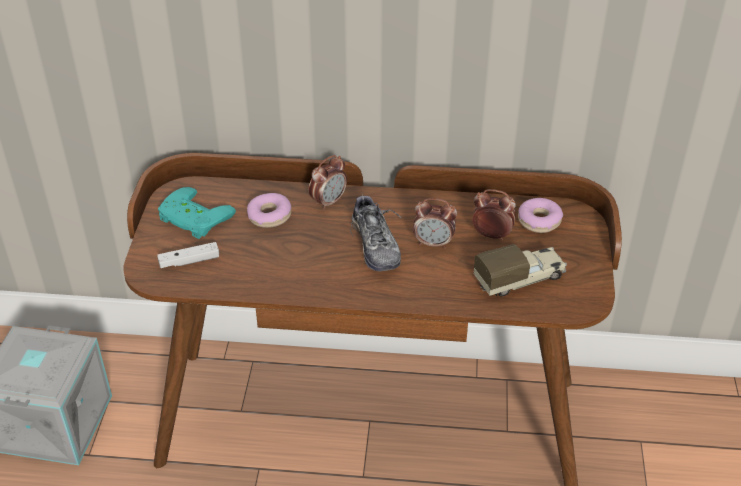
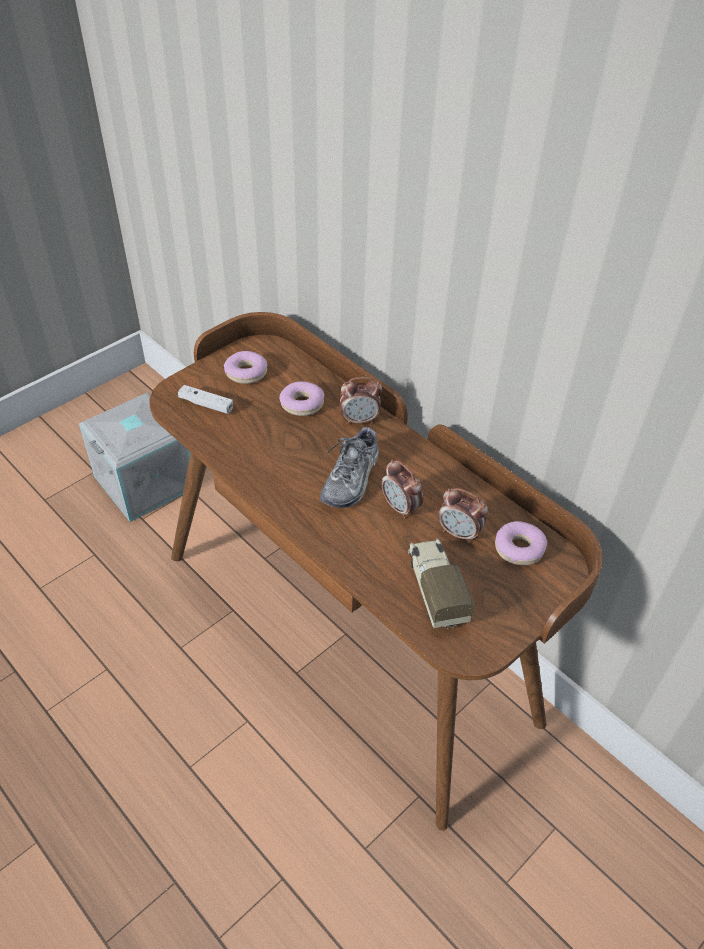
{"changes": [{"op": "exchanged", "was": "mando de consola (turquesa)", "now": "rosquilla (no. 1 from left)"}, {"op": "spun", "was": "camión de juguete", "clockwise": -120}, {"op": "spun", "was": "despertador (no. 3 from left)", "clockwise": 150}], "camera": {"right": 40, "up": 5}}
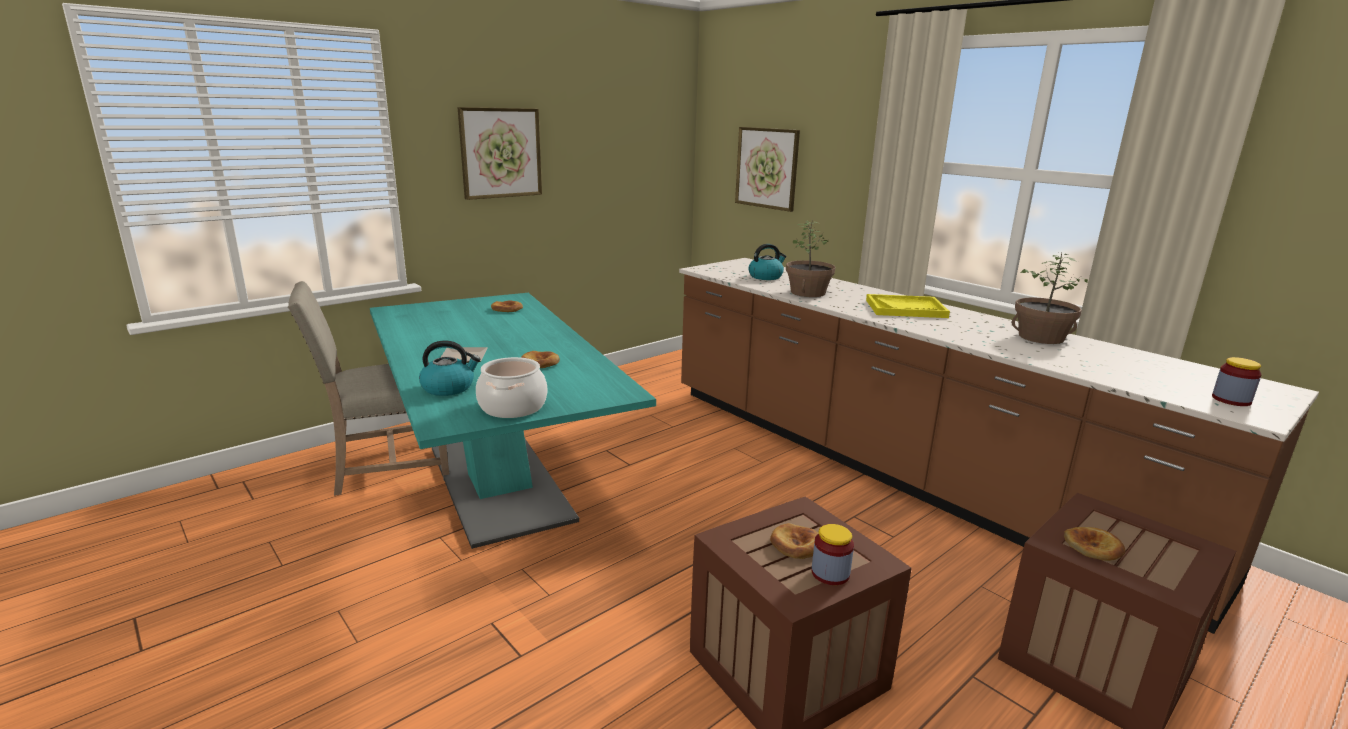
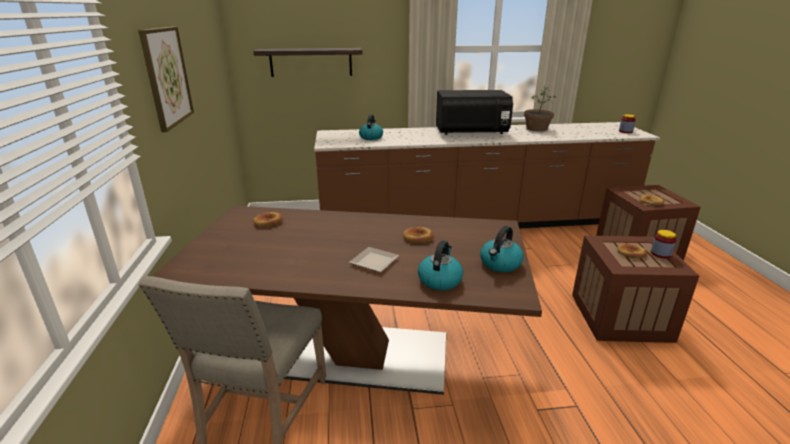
{"changes": [{"op": "colour", "was": "mesa de comedor (turquesa)", "now": "mesa de comedor (marrón)"}, {"op": "exchanged", "was": "cuadro (no. 2 from left)", "now": "estante"}, {"op": "exchanged", "was": "bandeja (amarillo)", "now": "microondas (negro)"}, {"op": "exchanged", "was": "olla", "now": "hervidor (no. 3 from left)"}, {"op": "missing", "was": "planta en maceta (no. 1 from left)"}], "camera": {"right": -55, "up": 5}}
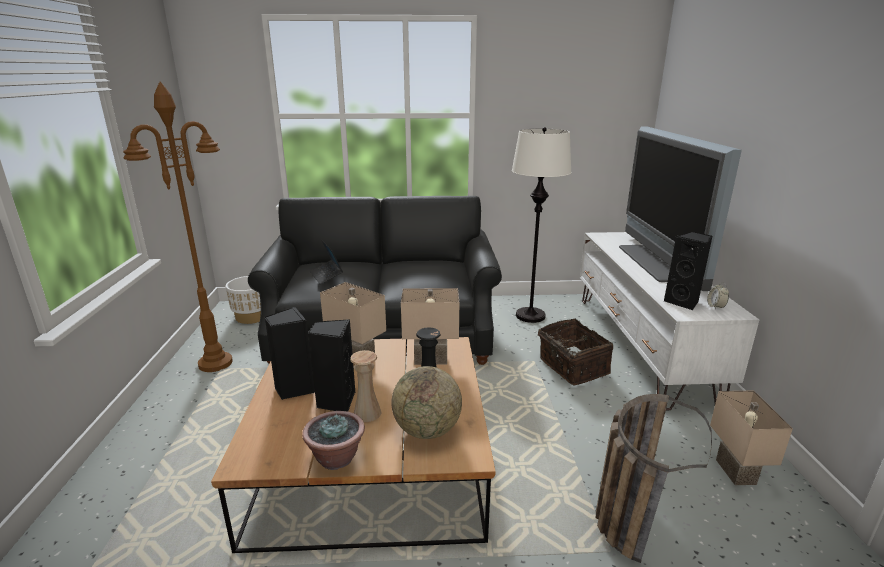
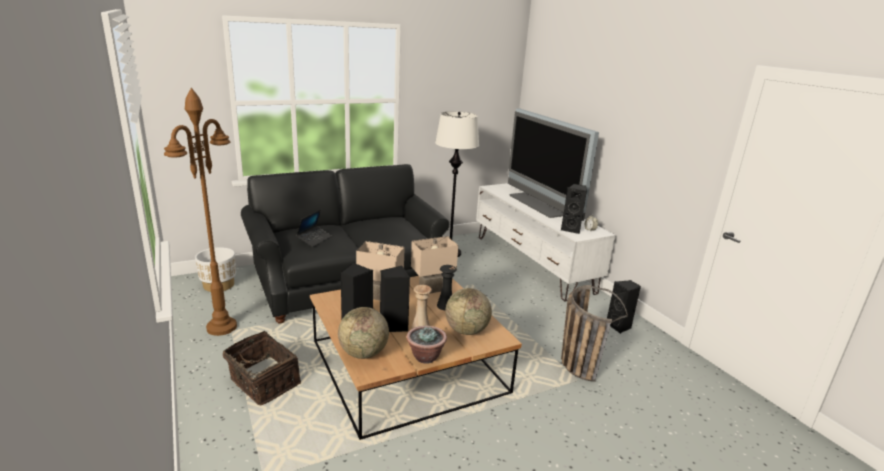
{"changes": [{"op": "relocated", "was": "cesta (no. 1 from left)"}, {"op": "spun", "was": "portátil", "clockwise": -105}, {"op": "appeared", "now": "globo terráqueo (no. 1 from left)"}, {"op": "exchanged", "was": "lámpara de mesa (beis) (no. 3 from left)", "now": "altavoz (negro) (no. 4 from left)"}], "camera": {"right": -25, "up": 0}}
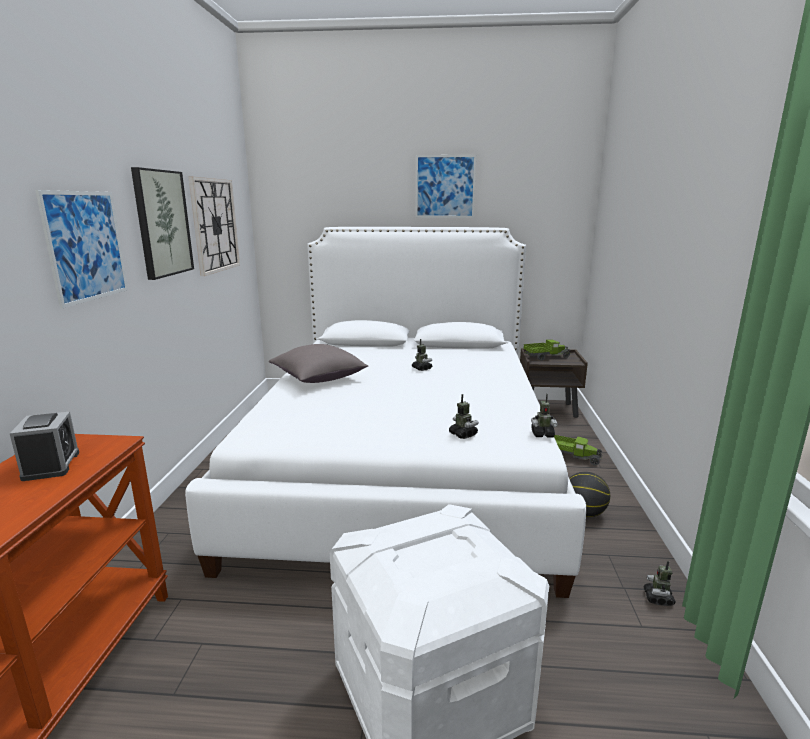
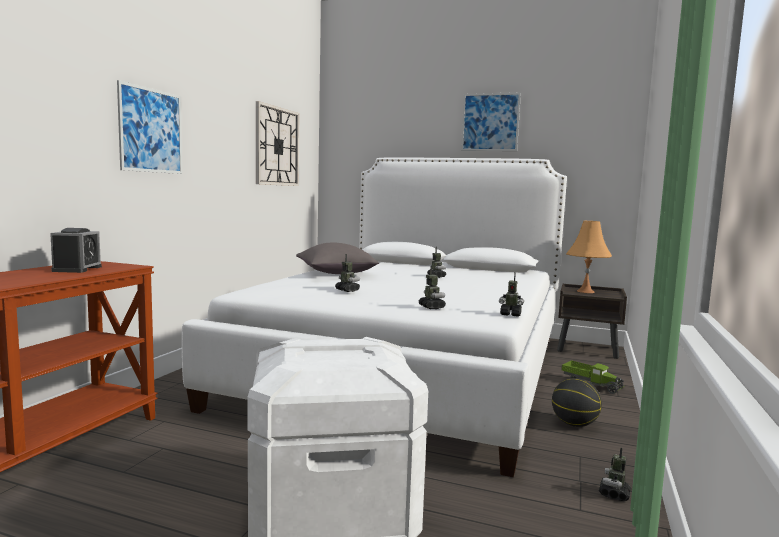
{"changes": [{"op": "appeared", "now": "robot de juguete (no. 1 from left)"}, {"op": "exchanged", "was": "camión de juguete (no. 1 from left)", "now": "lámpara de mesa (naranja)"}, {"op": "missing", "was": "cuadro (no. 2 from left)"}], "camera": {"right": 15, "up": -10}}
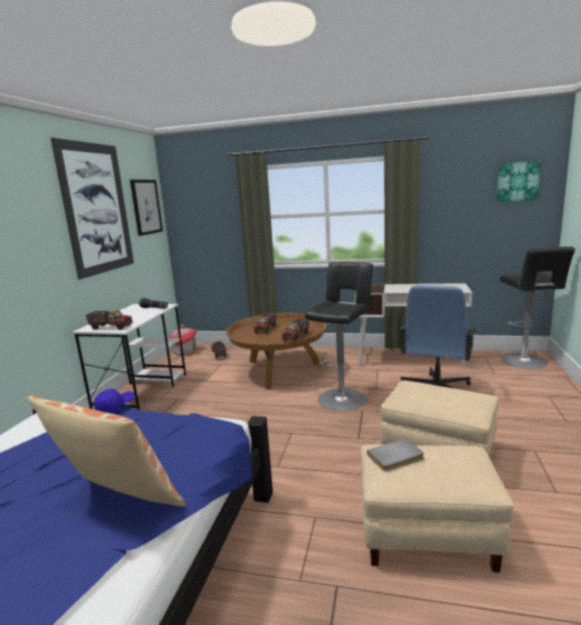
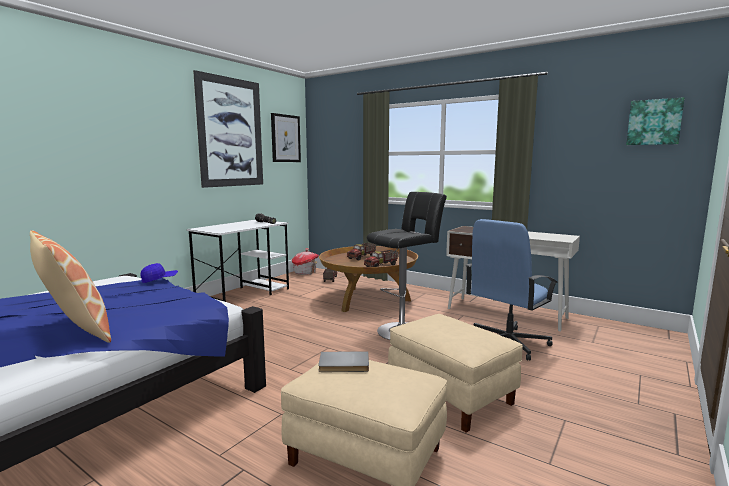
{"changes": [{"op": "missing", "was": "camión de juguete (no. 1 from left)"}, {"op": "missing", "was": "taburete (negro) (no. 2 from left)"}], "camera": {"right": 20, "up": -5}}
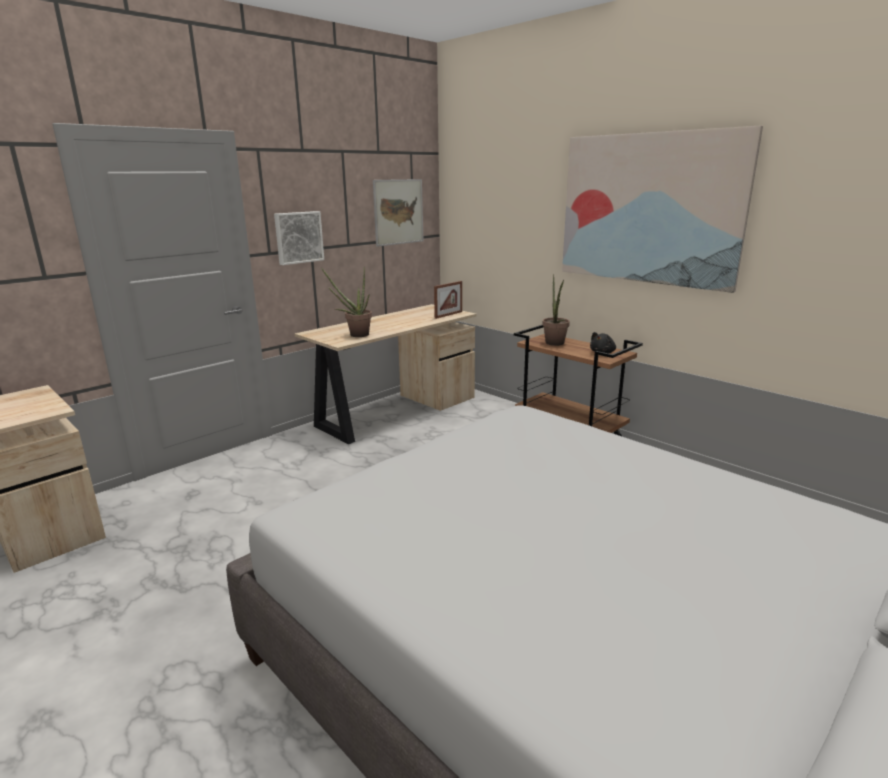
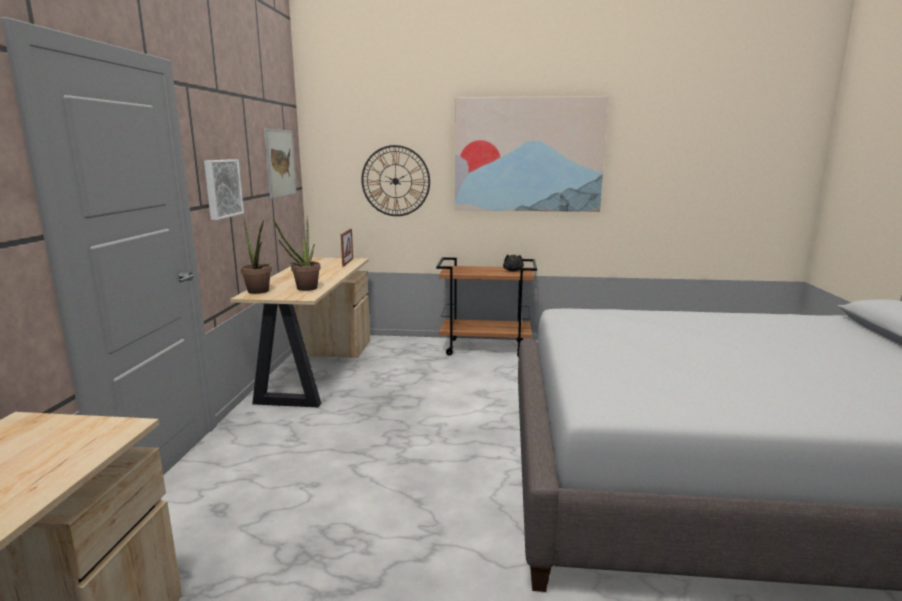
{"changes": [{"op": "relocated", "was": "planta en maceta (no. 2 from left in the first image)", "now": "planta en maceta (no. 1 from left)"}, {"op": "appeared", "now": "reloj de pared"}], "camera": {"right": -40, "up": -5}}
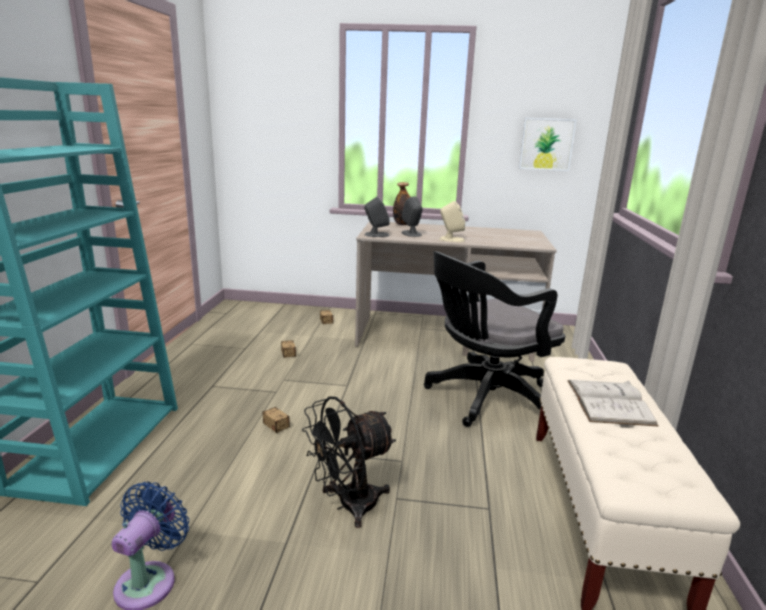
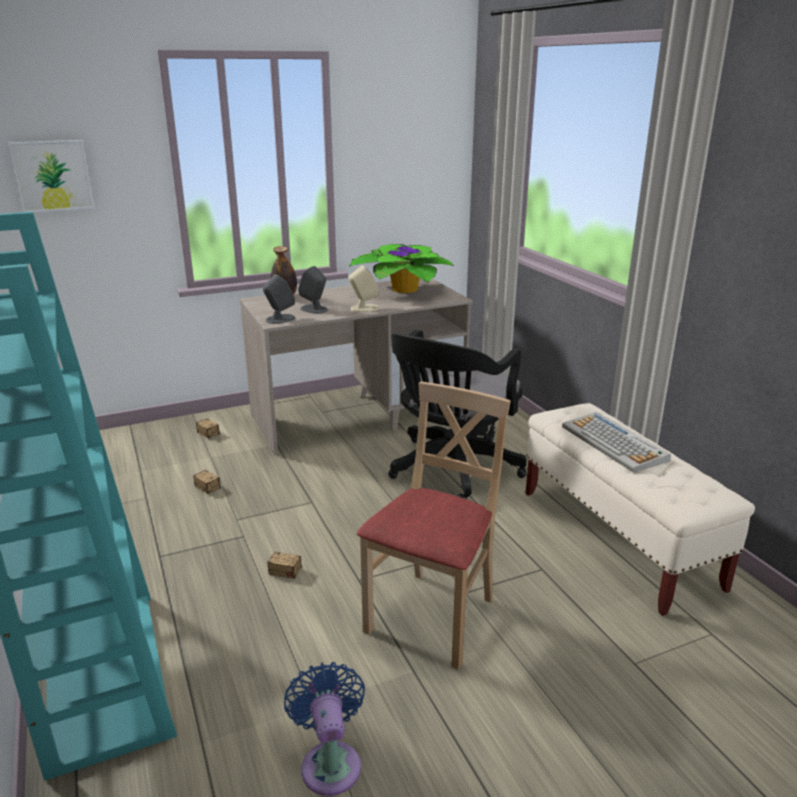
{"changes": [{"op": "relocated", "was": "cuadro"}, {"op": "appeared", "now": "planta en maceta"}, {"op": "exchanged", "was": "ventilador (negro)", "now": "silla (beis)"}, {"op": "exchanged", "was": "libro (blanco)", "now": "teclado"}], "camera": {"right": -30, "up": 5}}
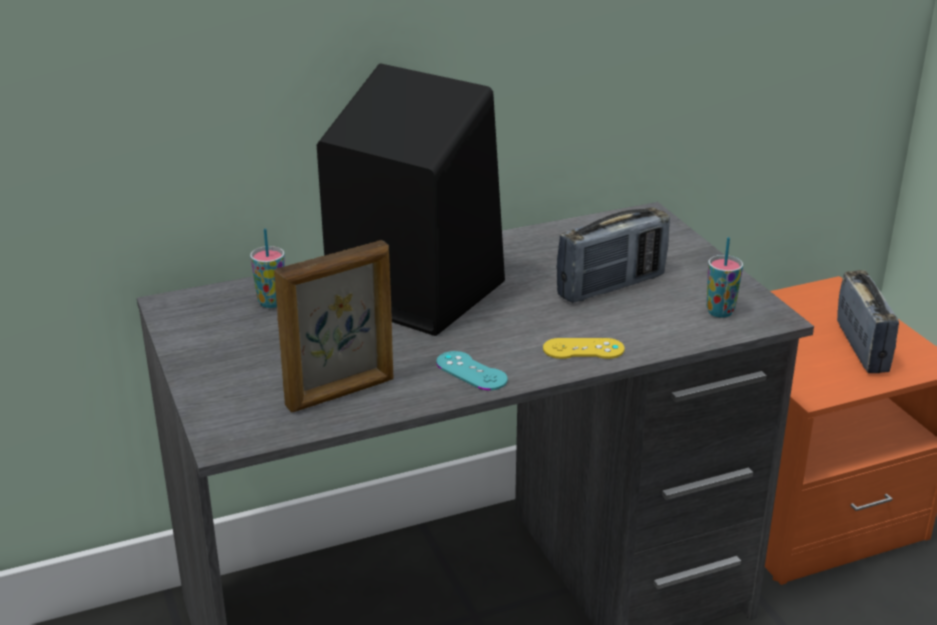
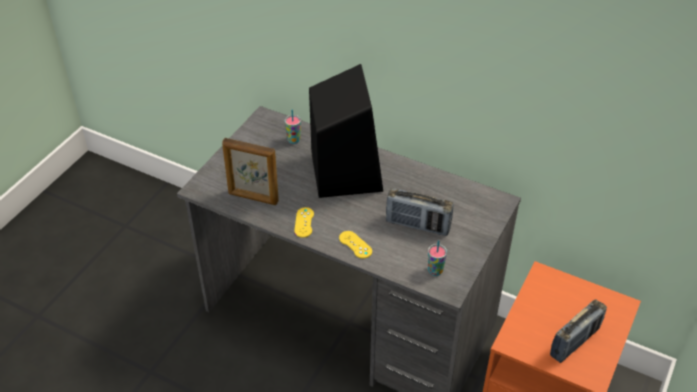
{"changes": [{"op": "colour", "was": "mando de consola (turquesa)", "now": "mando de consola (amarillo) (no. 1 from left)"}], "camera": {"right": 50, "up": 15}}
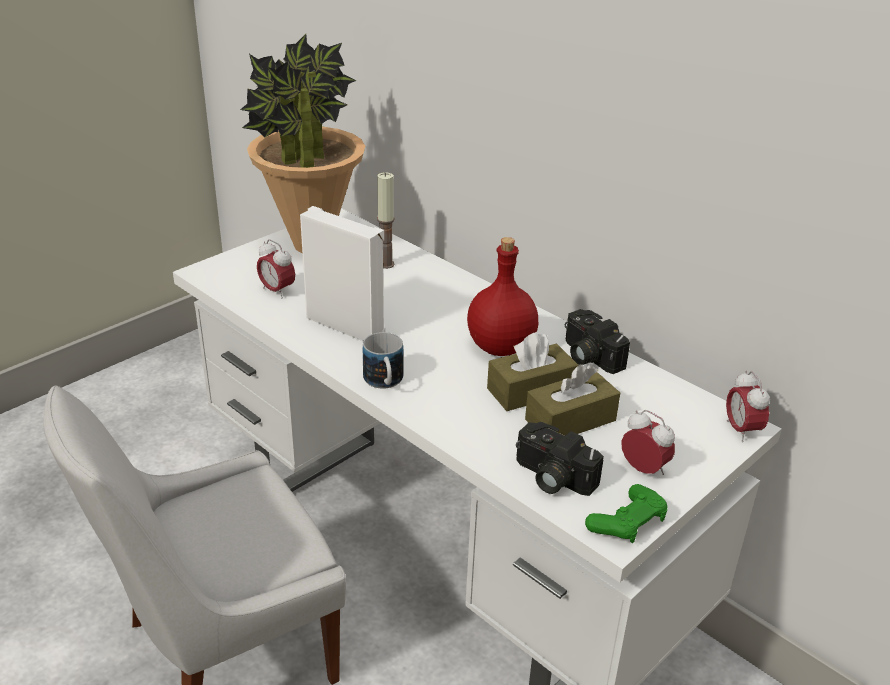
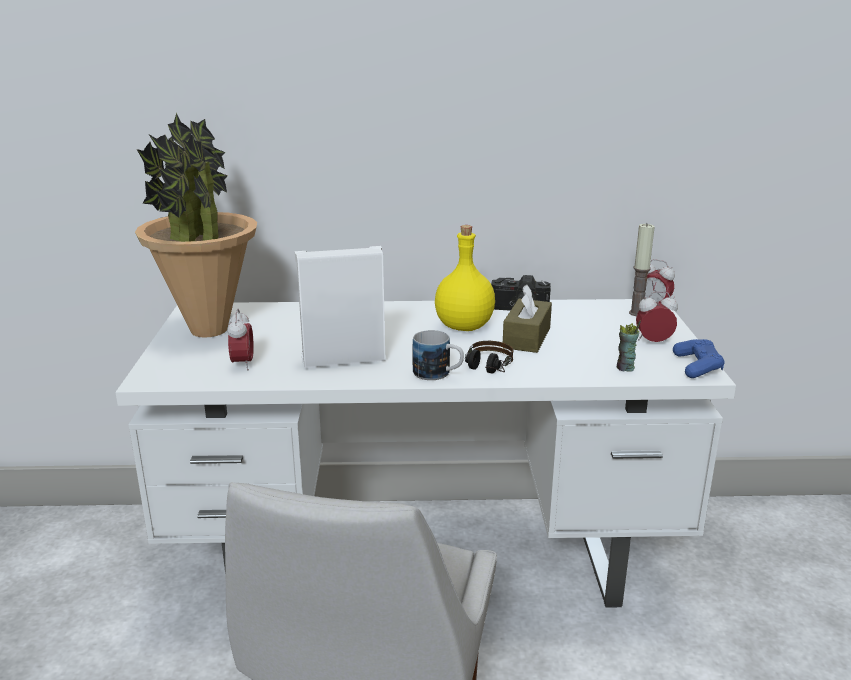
{"changes": [{"op": "spun", "was": "despertador (no. 1 from left)", "clockwise": -90}, {"op": "colour", "was": "botella (rojo)", "now": "botella (amarillo)"}, {"op": "appeared", "now": "auriculares"}, {"op": "exchanged", "was": "cámara (no. 1 from left)", "now": "taza"}, {"op": "relocated", "was": "vela"}, {"op": "colour", "was": "mando de consola (verde)", "now": "mando de consola (azul)"}, {"op": "missing", "was": "caja de pañuelos (marrón) (no. 2 from left)"}], "camera": {"right": -45, "up": -10}}
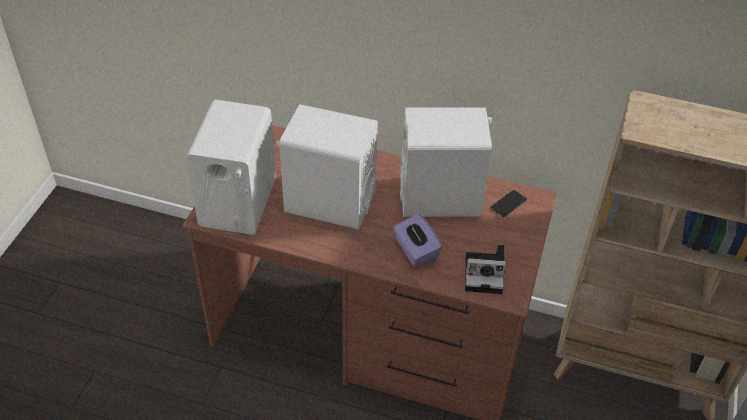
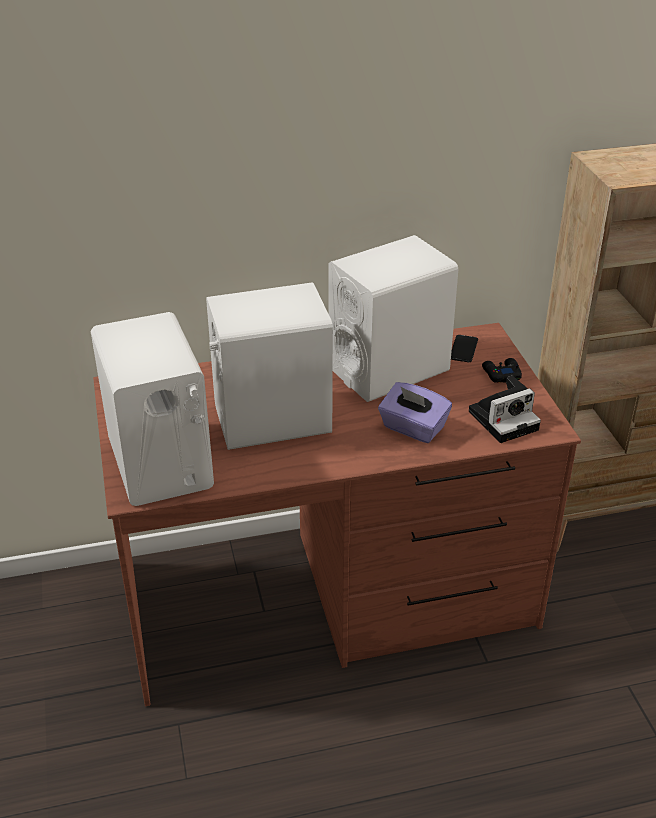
{"changes": [{"op": "appeared", "now": "mando de consola (negro)"}], "camera": {"right": -30, "up": -10}}
